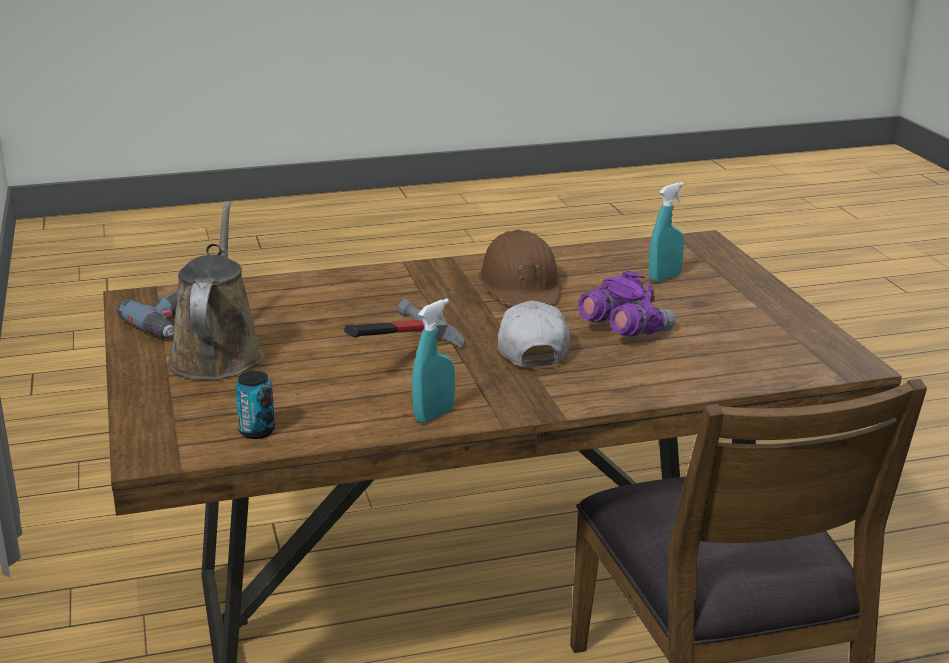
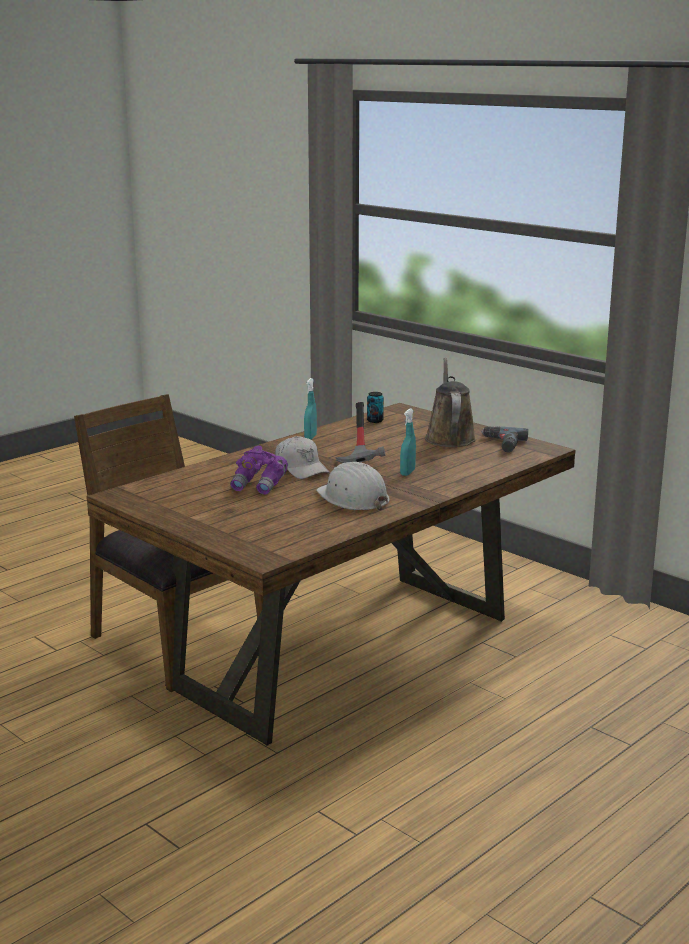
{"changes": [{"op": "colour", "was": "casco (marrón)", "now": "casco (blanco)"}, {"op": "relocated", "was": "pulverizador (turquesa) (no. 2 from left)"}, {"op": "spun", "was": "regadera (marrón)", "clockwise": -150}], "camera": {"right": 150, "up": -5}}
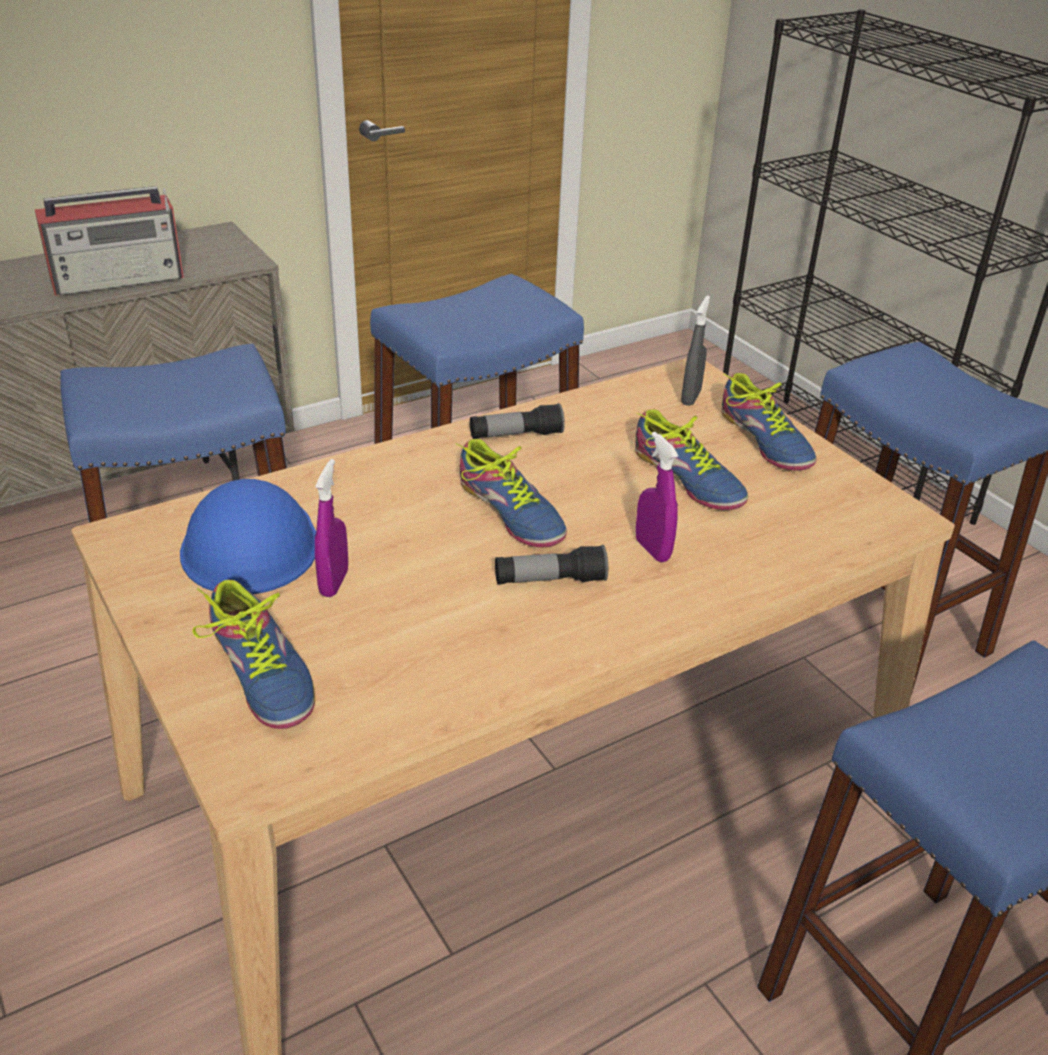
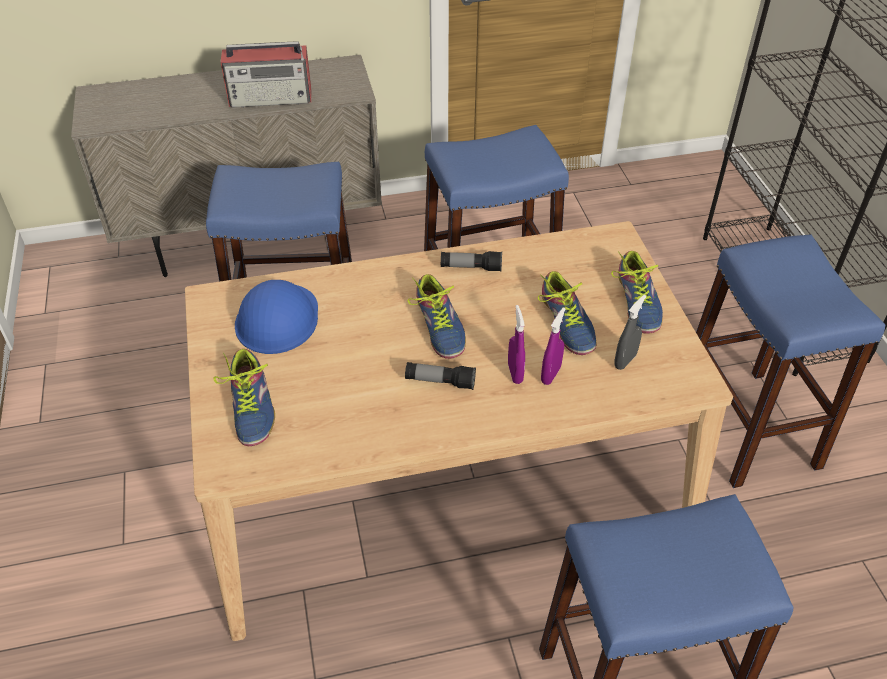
{"changes": [{"op": "relocated", "was": "pulverizador (morado) (no. 1 from left in the first image)", "now": "pulverizador (morado) (no. 2 from left)"}, {"op": "relocated", "was": "pulverizador (gris)"}], "camera": {"right": 20, "up": 10}}
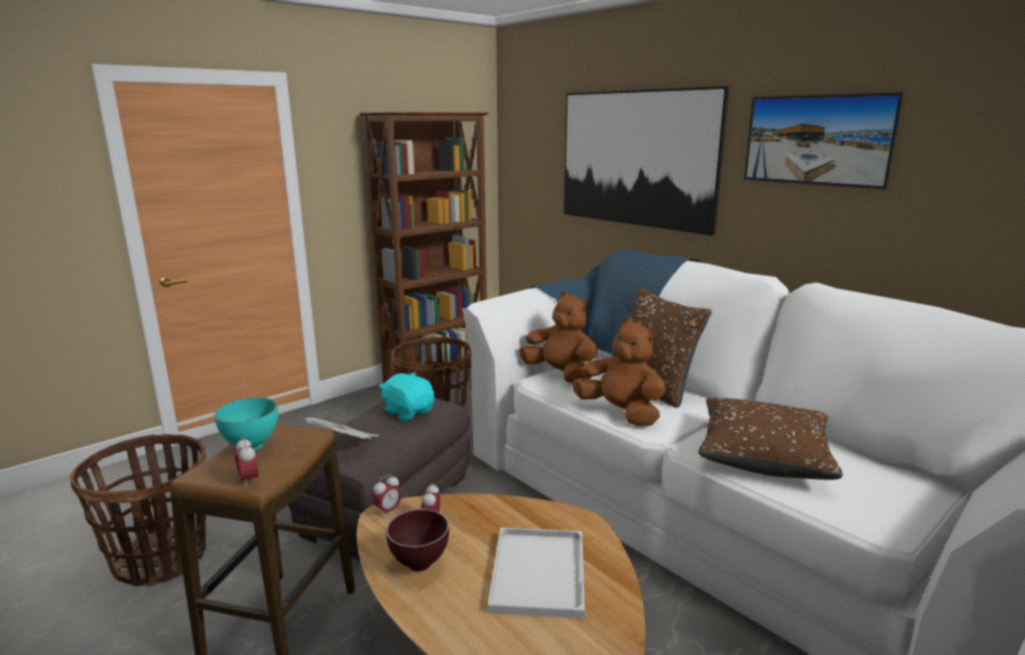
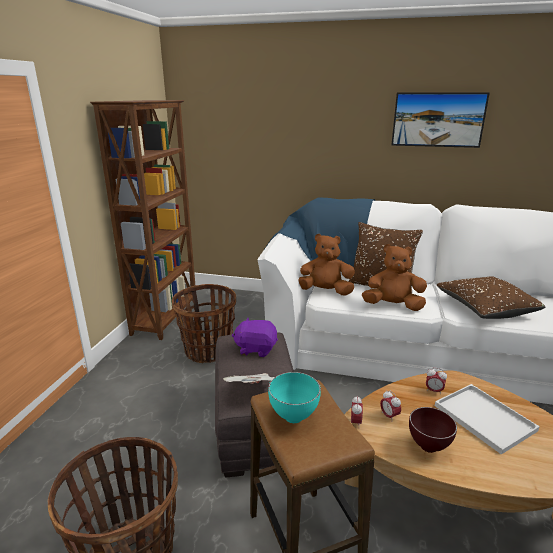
{"changes": [{"op": "colour", "was": "peluche (turquesa)", "now": "peluche (morado)"}, {"op": "relocated", "was": "despertador (no. 1 from left in the first image)", "now": "despertador (no. 3 from left)"}, {"op": "missing", "was": "cuadro (no. 1 from left)"}], "camera": {"right": -35, "up": 5}}
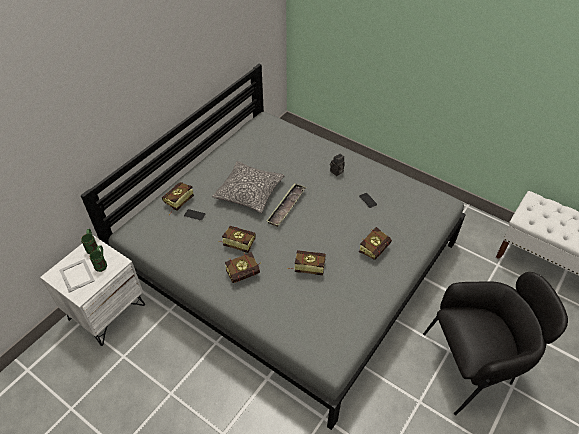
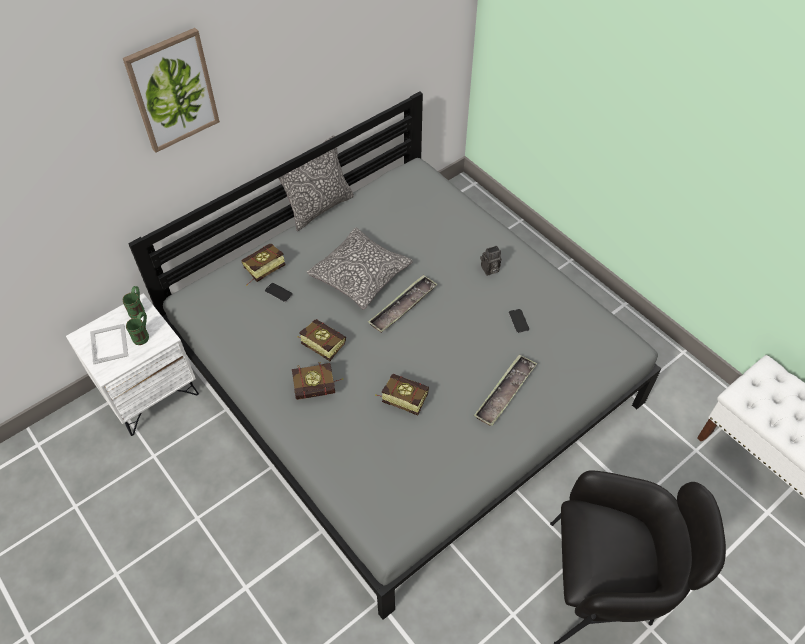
{"changes": [{"op": "appeared", "now": "cuadro"}, {"op": "appeared", "now": "cojín (no. 1 from left)"}, {"op": "exchanged", "was": "libro (no. 5 from left)", "now": "bandeja (no. 2 from left)"}], "camera": {"right": 15, "up": 5}}
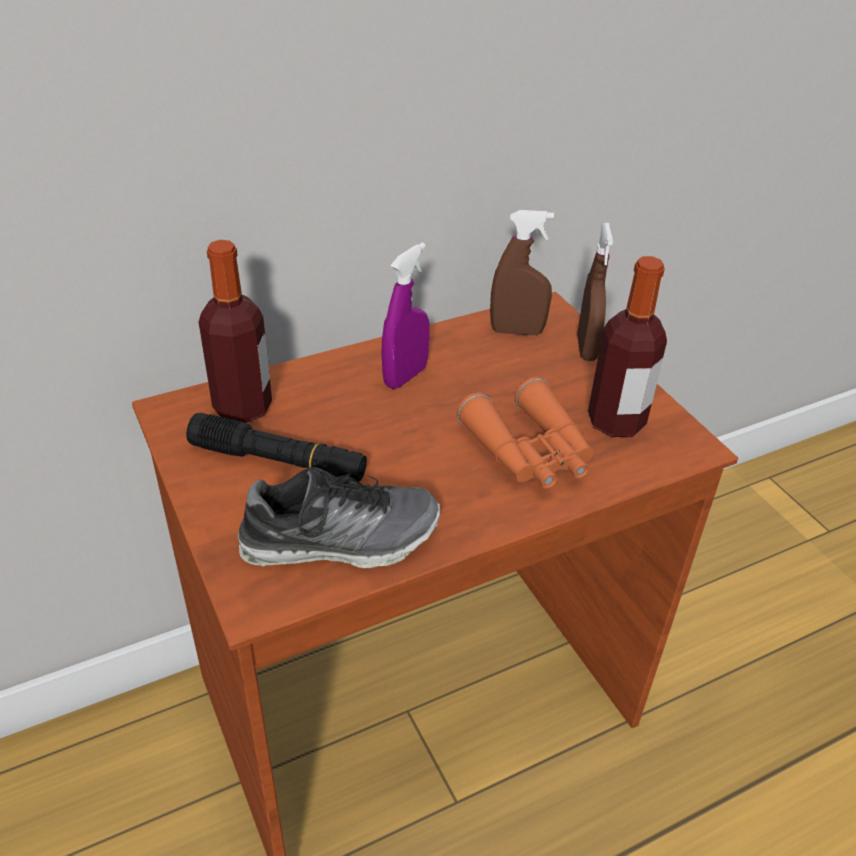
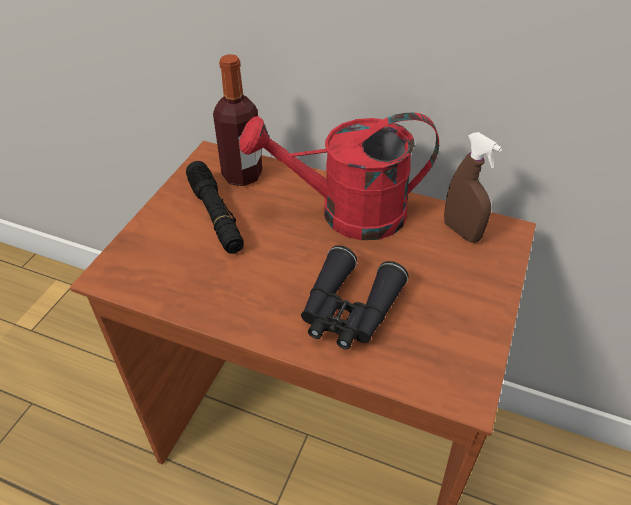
{"changes": [{"op": "exchanged", "was": "pulverizador (morado)", "now": "regadera (rojo)"}, {"op": "colour", "was": "prismáticos (naranja)", "now": "prismáticos (negro)"}, {"op": "missing", "was": "zapato"}, {"op": "missing", "was": "pulverizador (marrón) (no. 2 from left)"}, {"op": "missing", "was": "botella (no. 2 from left)"}], "camera": {"right": 50, "up": 5}}
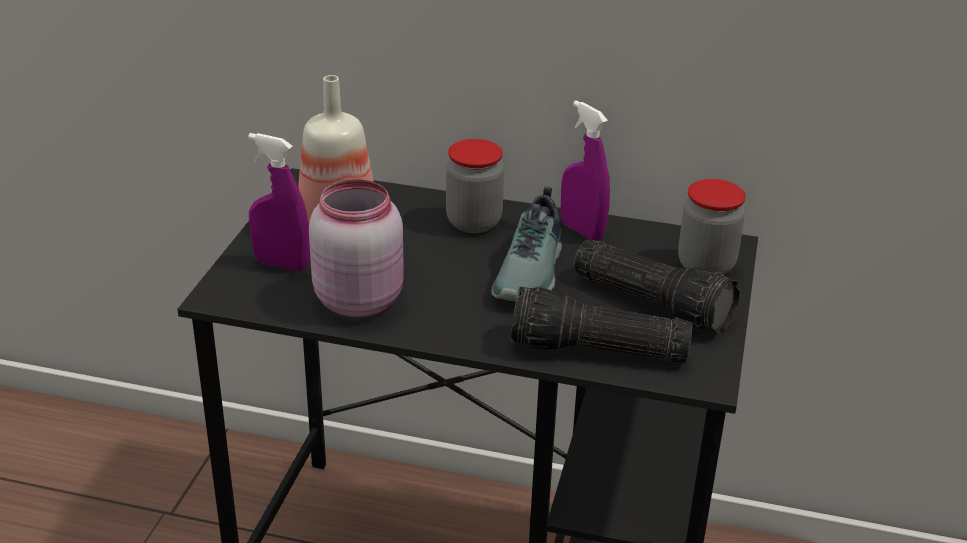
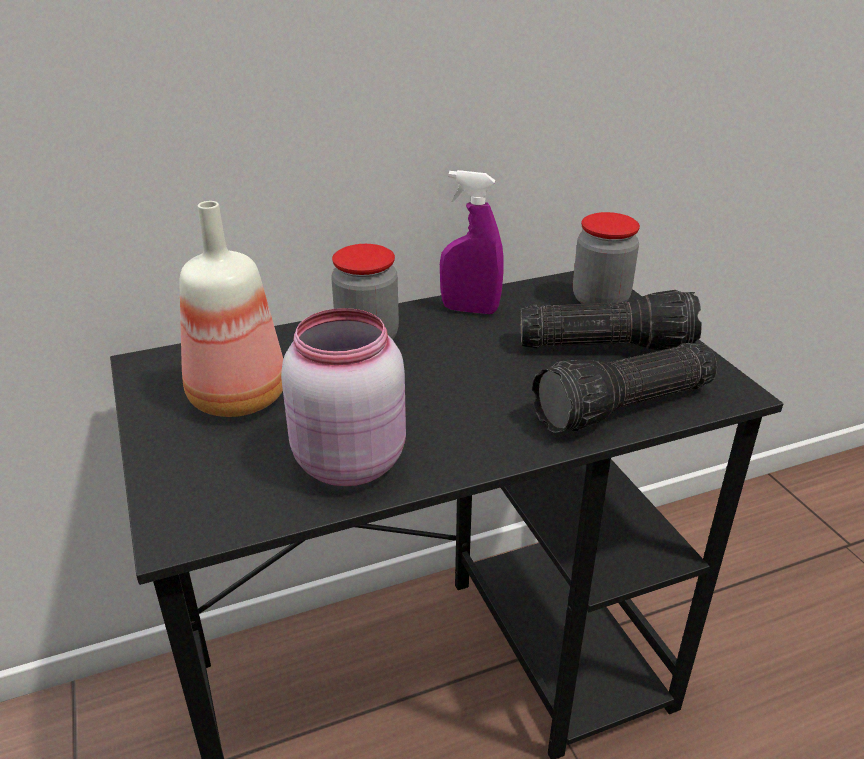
{"changes": [{"op": "missing", "was": "pulverizador (morado) (no. 1 from left)"}, {"op": "missing", "was": "zapato"}], "camera": {"right": -35, "up": 0}}
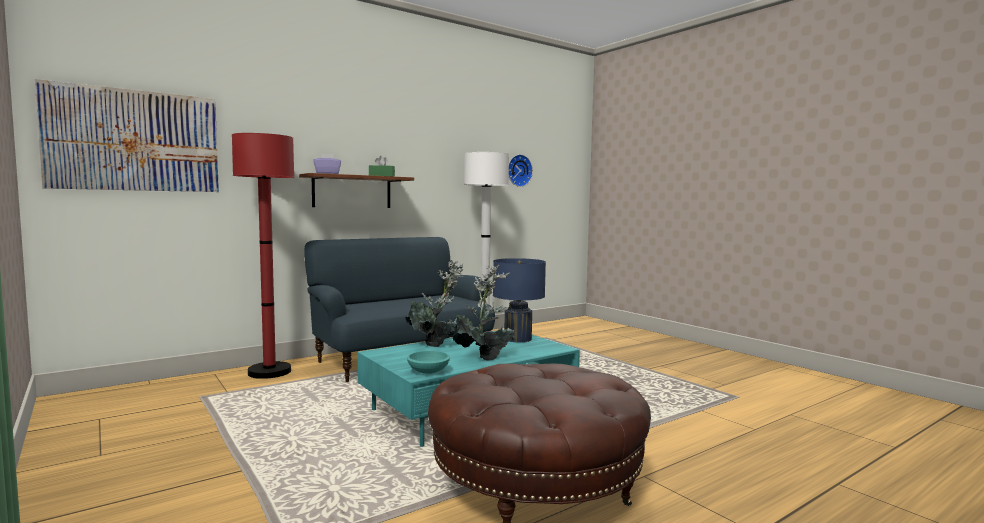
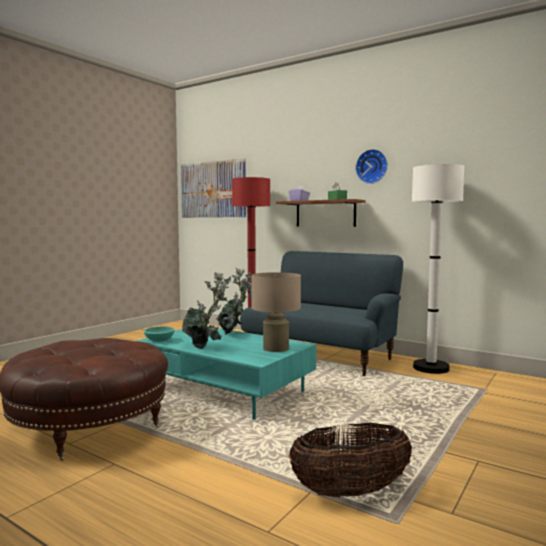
{"changes": [{"op": "colour", "was": "lámpara de mesa (azul)", "now": "lámpara de mesa (beis)"}, {"op": "appeared", "now": "cesta"}, {"op": "relocated", "was": "reloj de pared"}], "camera": {"right": 70, "up": 0}}
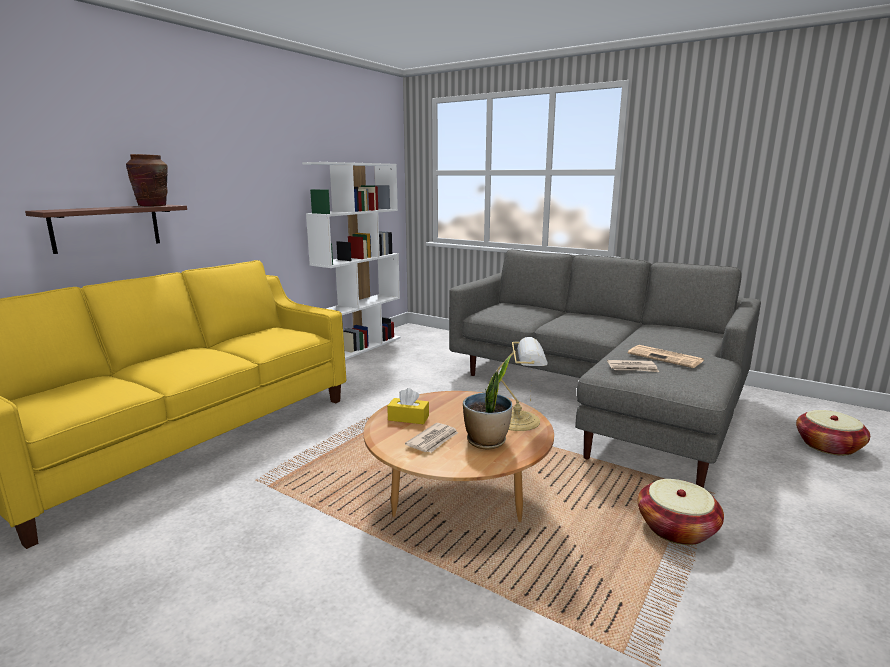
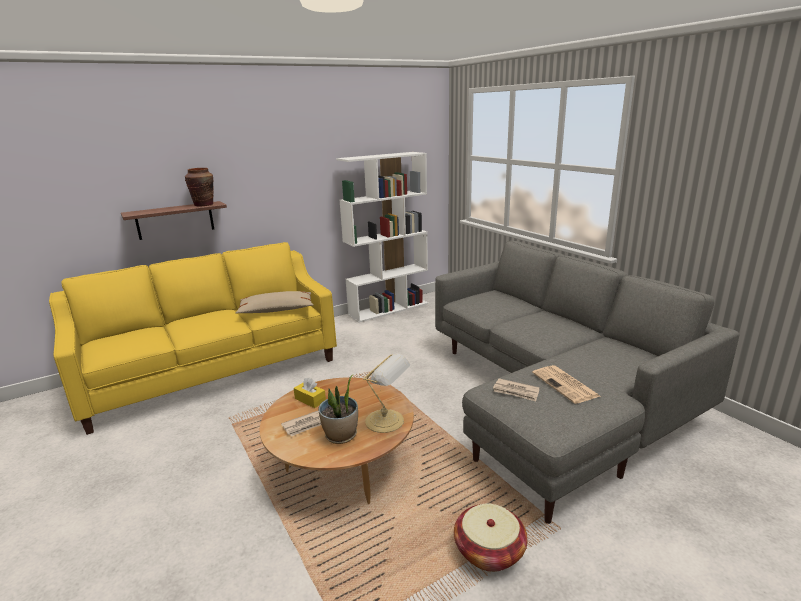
{"changes": [{"op": "appeared", "now": "cojín (beis)"}, {"op": "missing", "was": "cesta (no. 2 from left)"}], "camera": {"right": 25, "up": 5}}
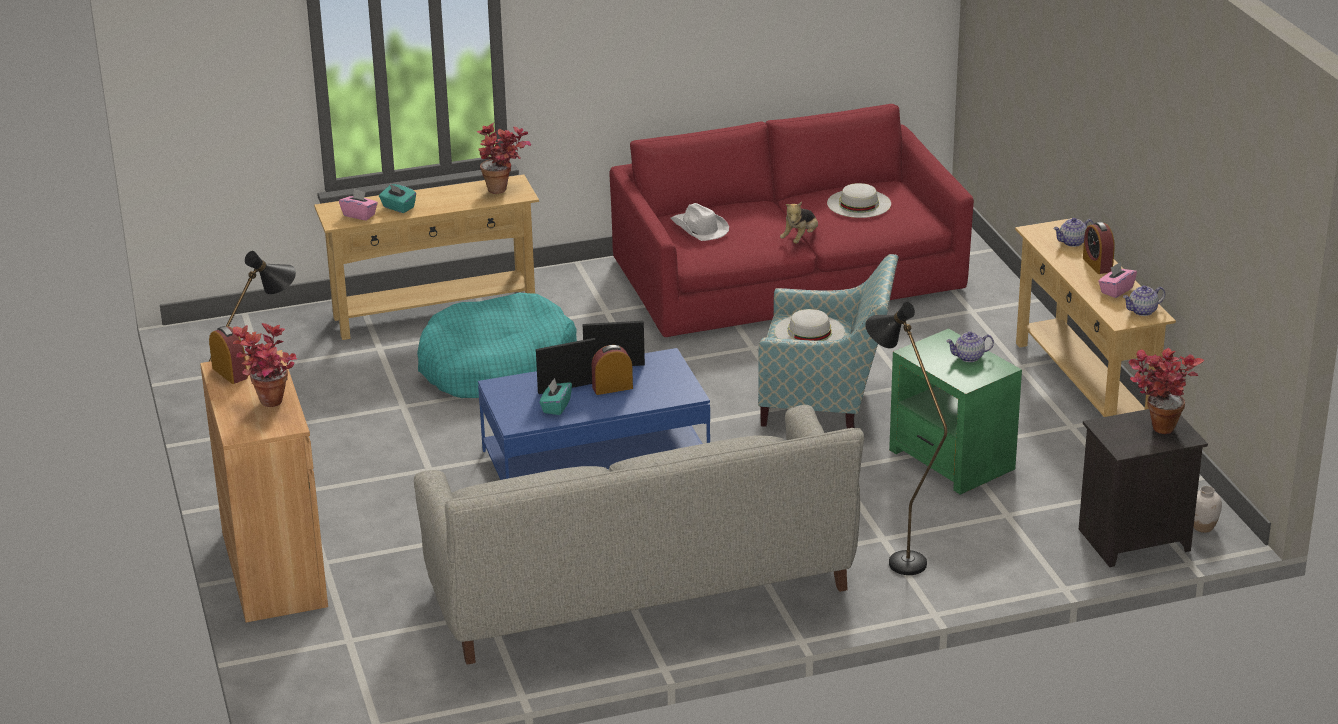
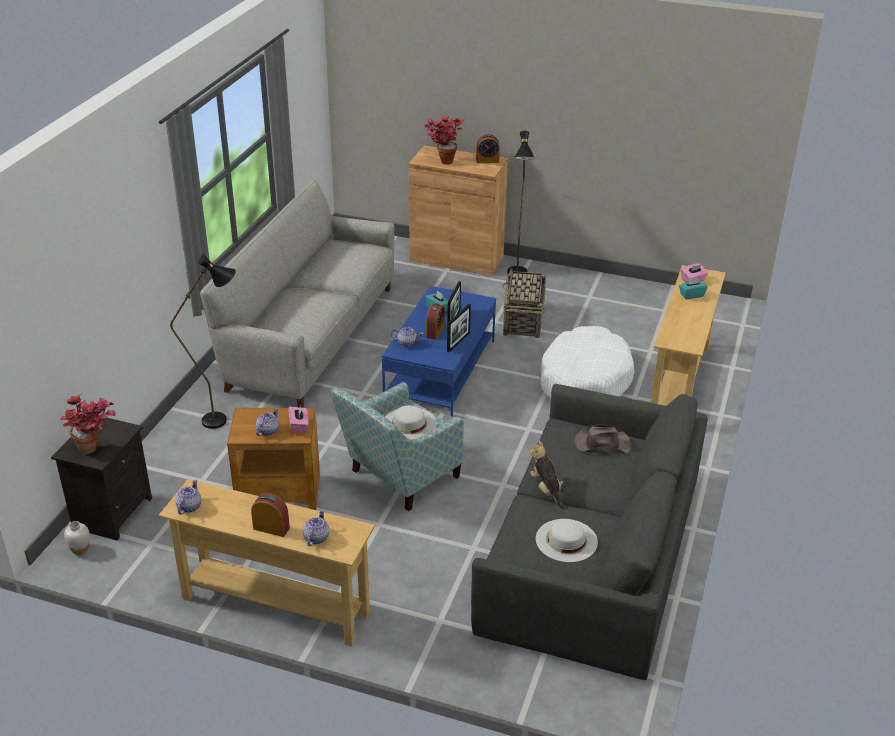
{"changes": [{"op": "colour", "was": "mesa auxiliar (verde)", "now": "mesa auxiliar (marrón)"}, {"op": "relocated", "was": "caja de pañuelos (rosa) (no. 2 from left in the first image)", "now": "caja de pañuelos (rosa) (no. 1 from left)"}, {"op": "appeared", "now": "tetera (no. 4 from left)"}, {"op": "colour", "was": "sofá (rojo)", "now": "sofá (gris) (no. 2 from left)"}, {"op": "appeared", "now": "cesta"}, {"op": "colour", "was": "cama para perro (turquesa)", "now": "cama para perro (blanco)"}, {"op": "colour", "was": "sombrero (blanco) (no. 1 from left)", "now": "sombrero (marrón)"}, {"op": "missing", "was": "planta en maceta (no. 2 from left)"}], "camera": {"right": 125, "up": 5}}
